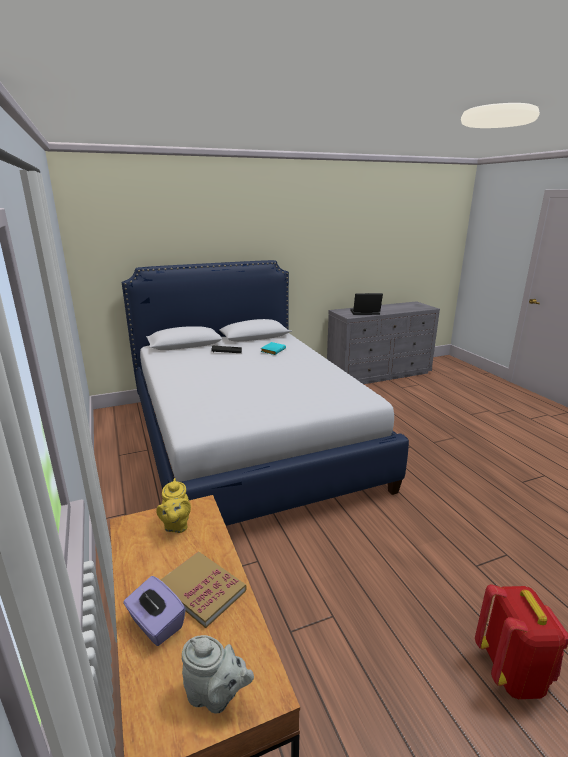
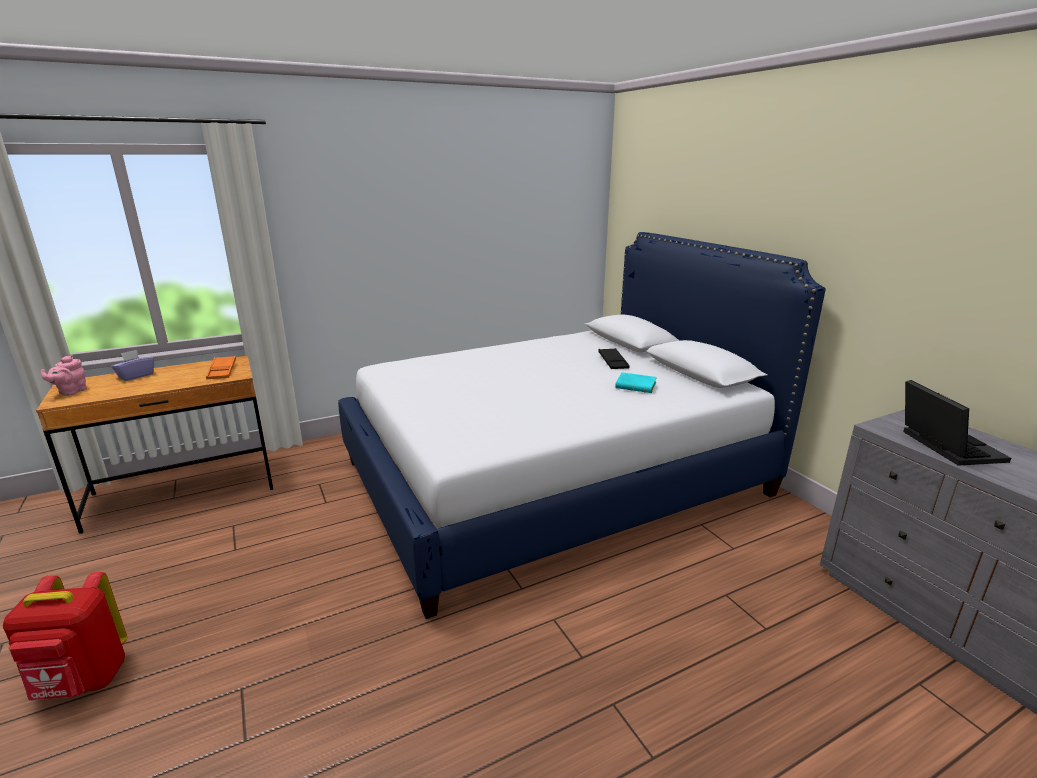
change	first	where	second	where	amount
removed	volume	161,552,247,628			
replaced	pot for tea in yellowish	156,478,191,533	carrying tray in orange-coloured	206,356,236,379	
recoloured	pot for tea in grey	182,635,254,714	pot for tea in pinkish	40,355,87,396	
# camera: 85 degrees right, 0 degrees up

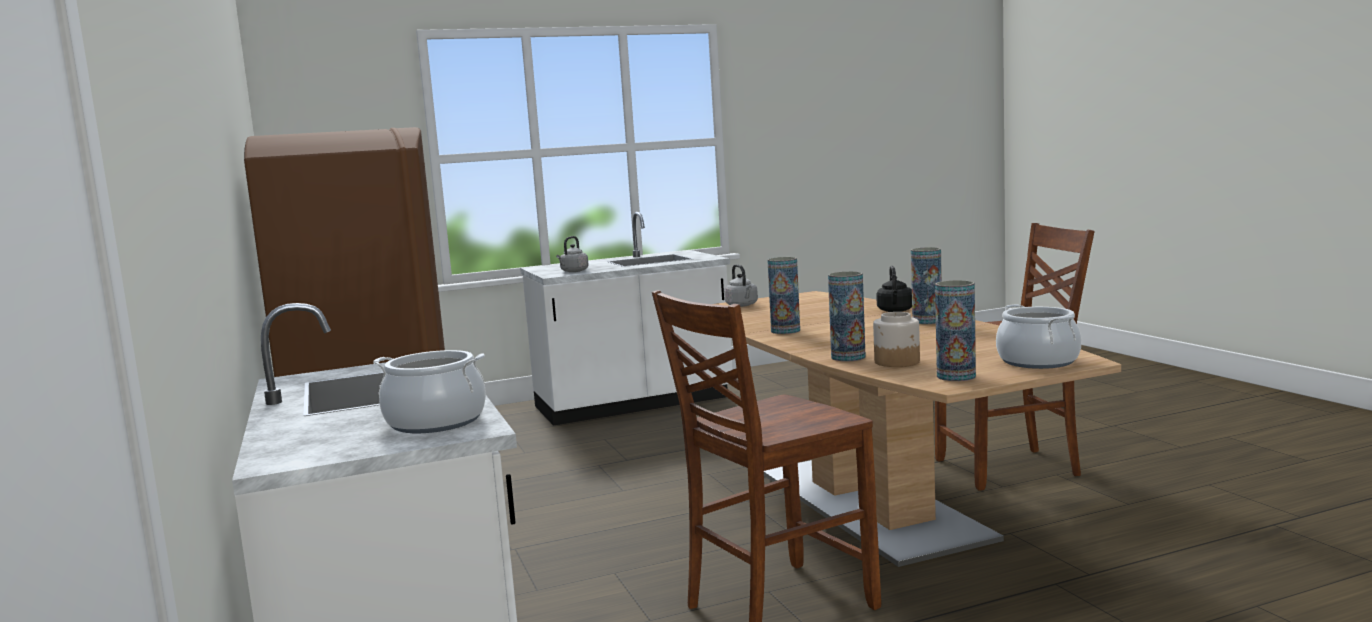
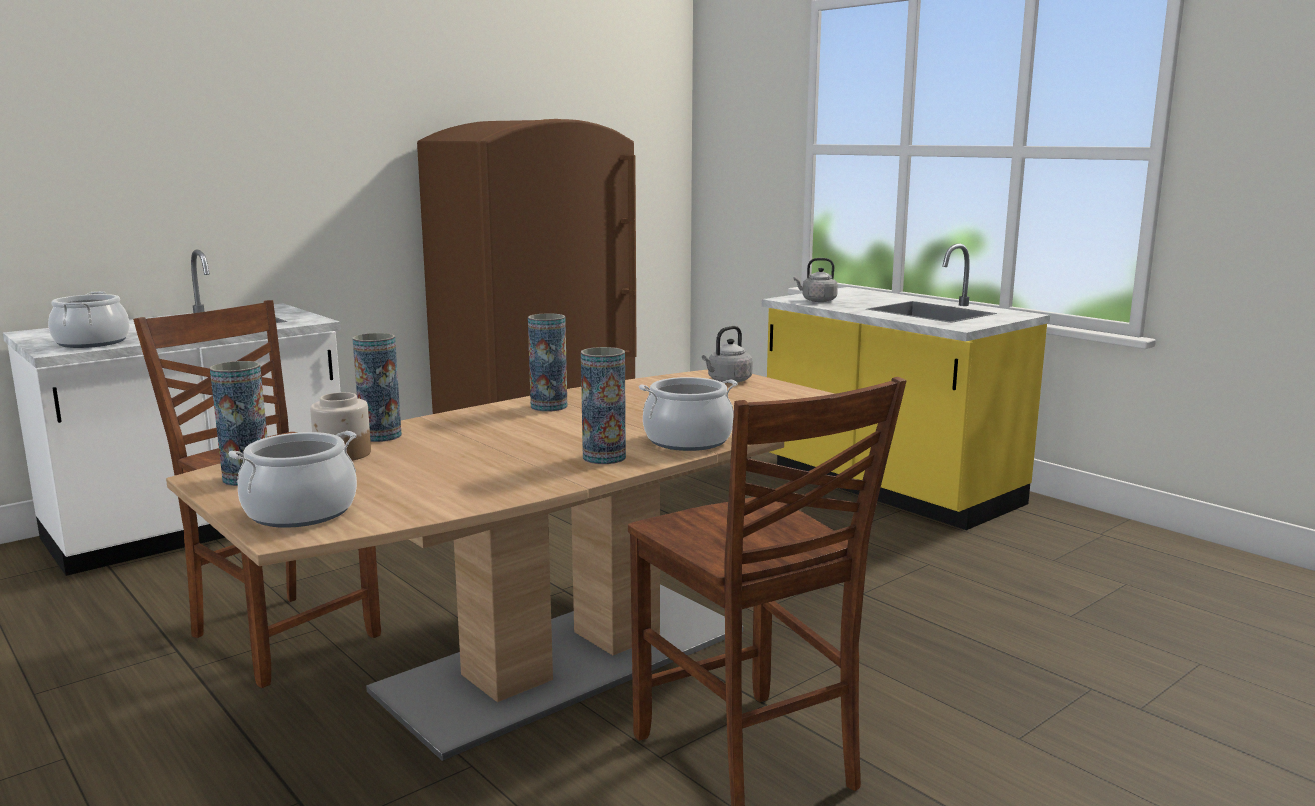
change	first	where	second	where	amount
replaced	water kettle in black-coloured	876,266,912,312	cooking pot	639,377,738,451	
recoloured	kitchen base unit in whitish	520,212,733,426	kitchen base unit in yellowish	762,243,1050,530	
# camera: 70 degrees right, 5 degrees up

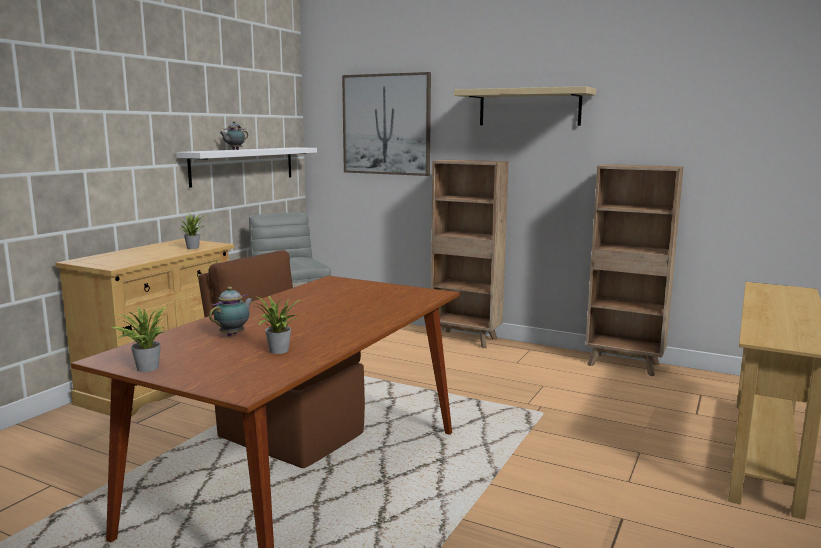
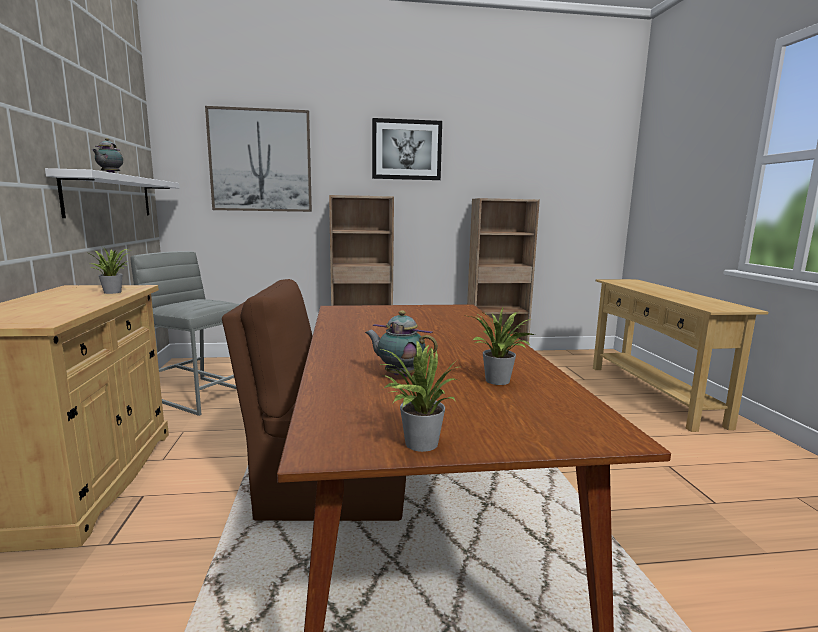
change	first	where	second	where	amount
replaced	shelf in sand-coloured	454,86,596,126	picture	372,118,442,180	
turned	pot for tea	209,287,253,336		365,310,438,377	60 degrees counterclockwise
# camera: 35 degrees left, 0 degrees up

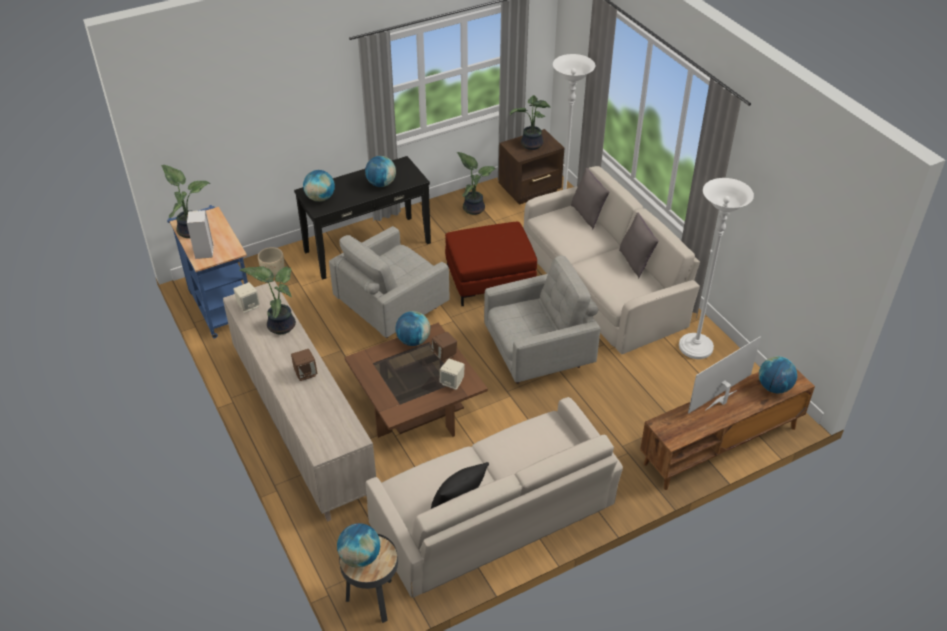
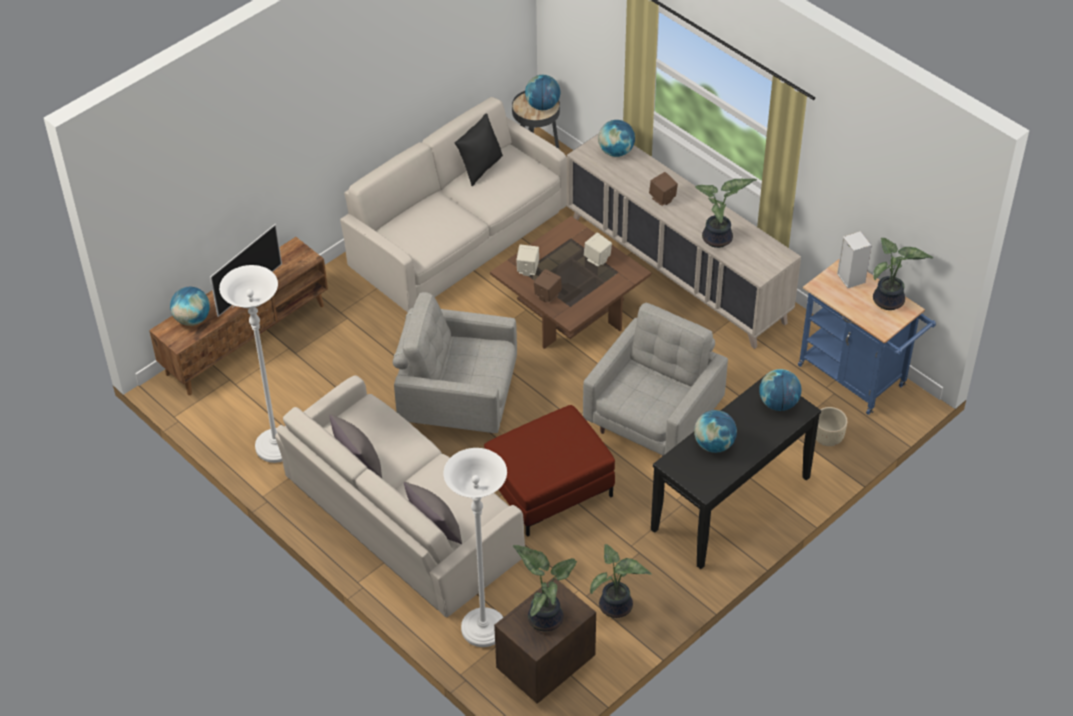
change	first	where	second	where	amount
moved	loudspeaker in sand-coloured	234,282,260,313		584,232,612,266	
moved	desk globe	395,311,430,346		598,120,635,157	
turned	lounge chair in grey	484,255,600,384		393,292,517,433	45 degrees clockwise
# camera: 165 degrees right, 5 degrees up

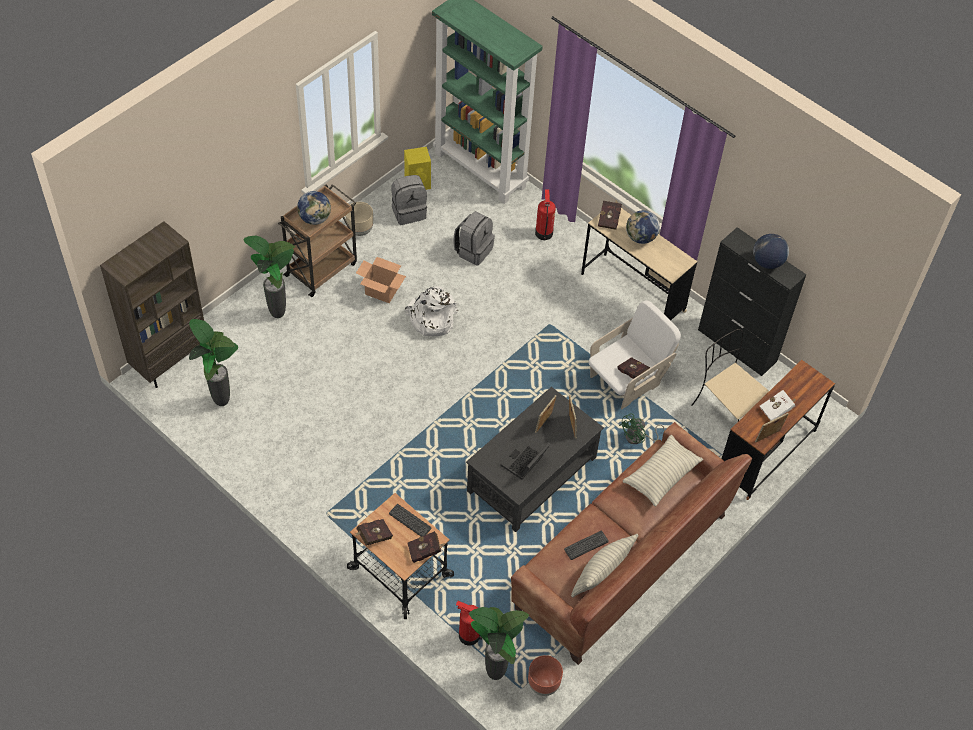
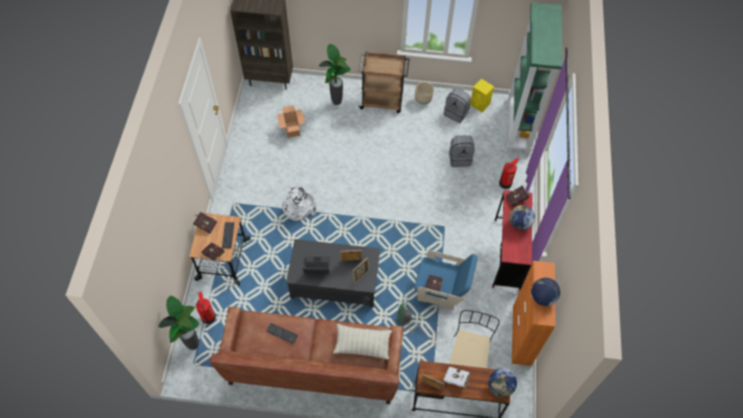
change	first	where	second	where	amount
removed	potted plant	189,319,238,406			
removed	flower pot in brown-coloured	528,655,563,696			
removed	pillow	571,534,638,597			
moved	desk globe	297,191,331,225		488,368,517,397	
moved	cardboard box	356,257,406,303		277,105,305,138	
moved	backpack in whitish	405,286,458,336		280,187,316,221	
recoloured	desk unit in sand-coloured	581,208,697,321	desk unit in red	492,190,533,291	
recoloured	lounge chair in whitish	589,300,681,409	lounge chair in blue	414,251,478,310	
recoloured	cupboard in black-coloured	698,227,806,376	cupboard in orange-coloured	512,261,555,366	
# camera: 55 degrees right, 5 degrees up

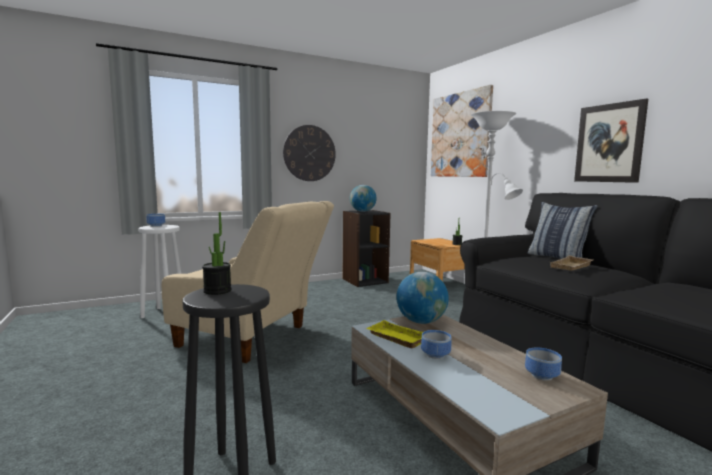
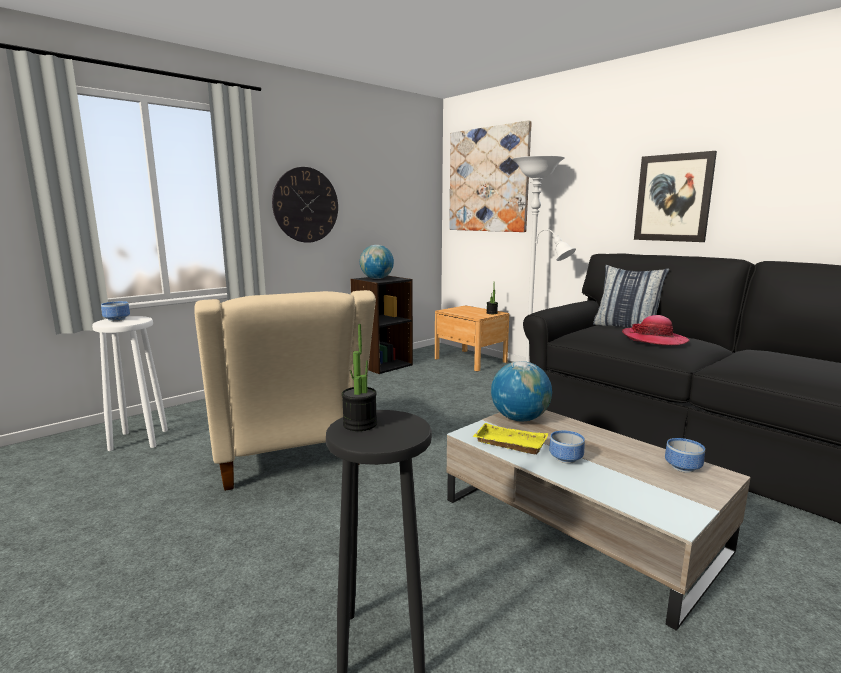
change	first	where	second	where	amount
replaced	carrying tray in sand-coloured	550,255,593,271	clothing hat	622,315,690,345	
turned	lounge chair in sand-coloured	162,201,334,363		194,290,376,491	60 degrees clockwise
# camera: 15 degrees left, 5 degrees up

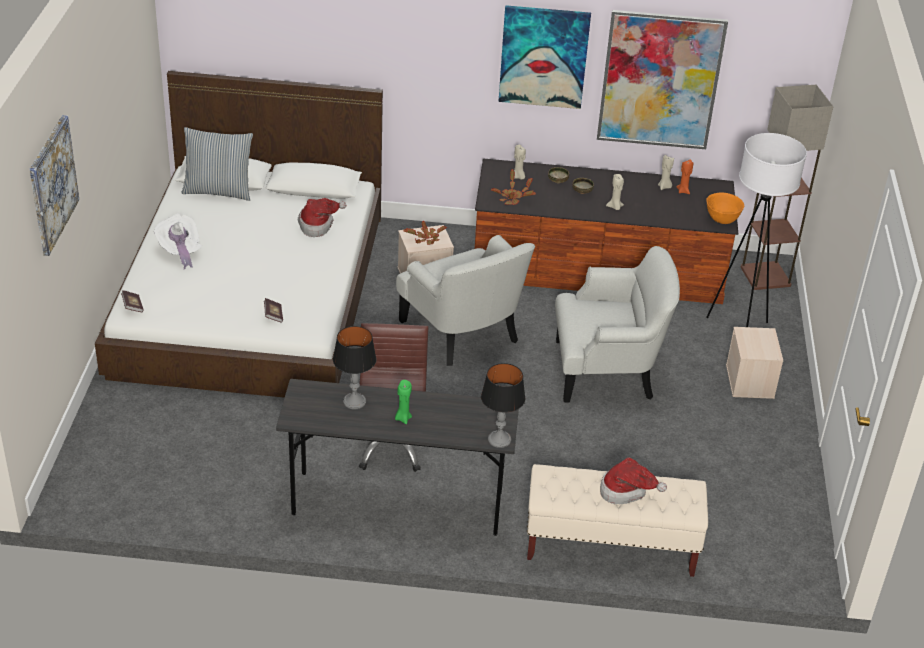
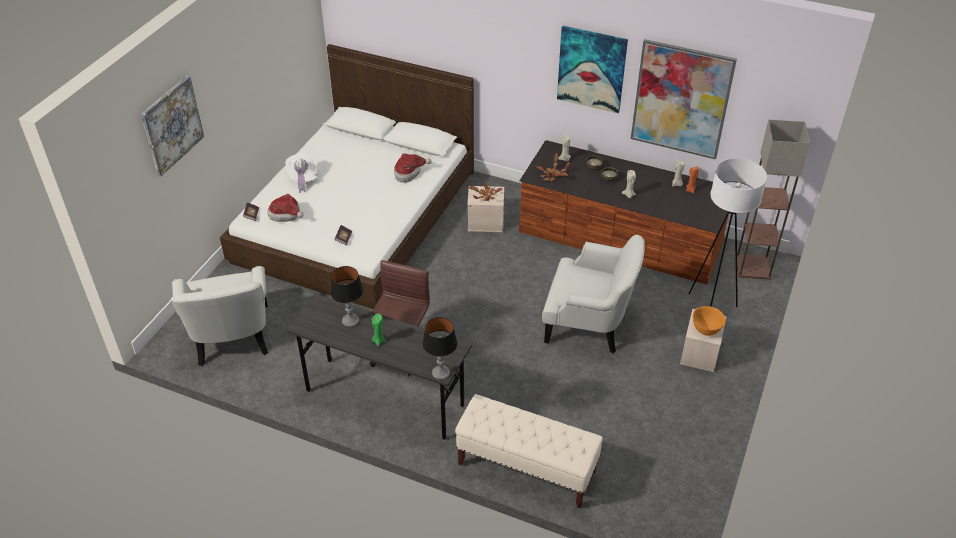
change	first	where	second	where	amount
removed	pillow	182,127,253,201			
moved	lounge chair in whitish	396,235,535,366		171,266,268,366	
moved	clothing hat	600,457,667,504		267,194,303,222	
moved	deep dish in orange-coloured	706,192,744,224		693,306,726,336	
# camera: 20 degrees right, 5 degrees up

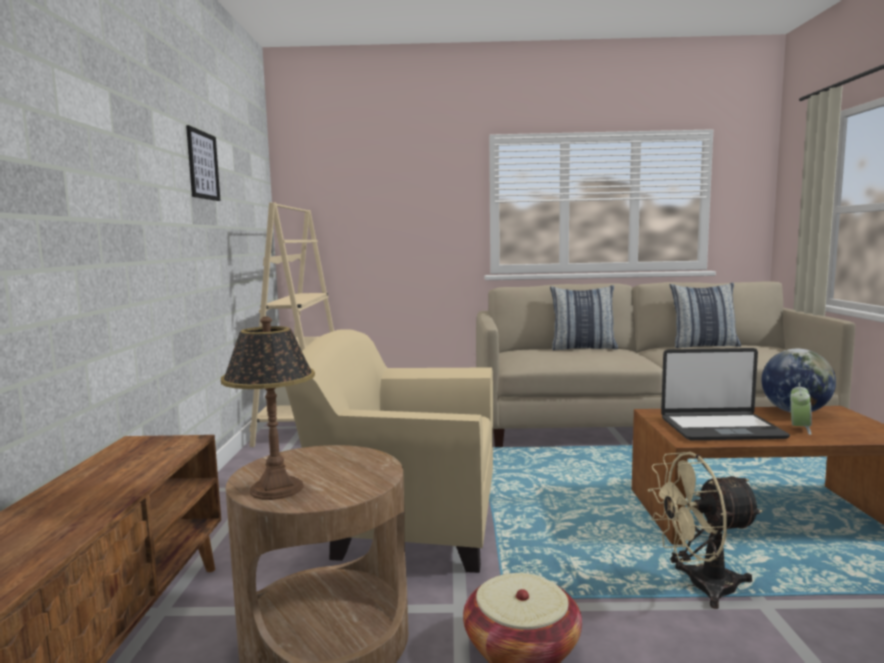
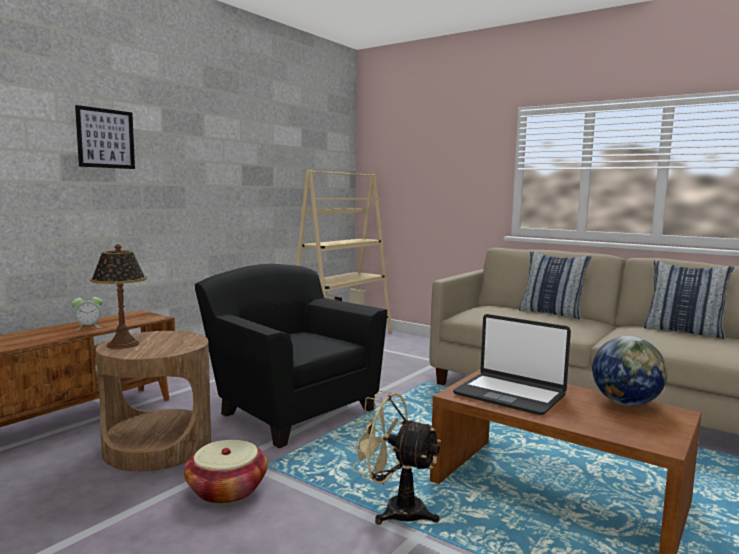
change	first	where	second	where	amount
moved	picture	186,125,220,201		75,105,135,169	
moved	bedside clock	790,383,812,435		71,293,103,330	
recoloured	lounge chair in sand-coloured	285,329,493,573	lounge chair in black-coloured	195,264,387,448	
# camera: 35 degrees right, 0 degrees up

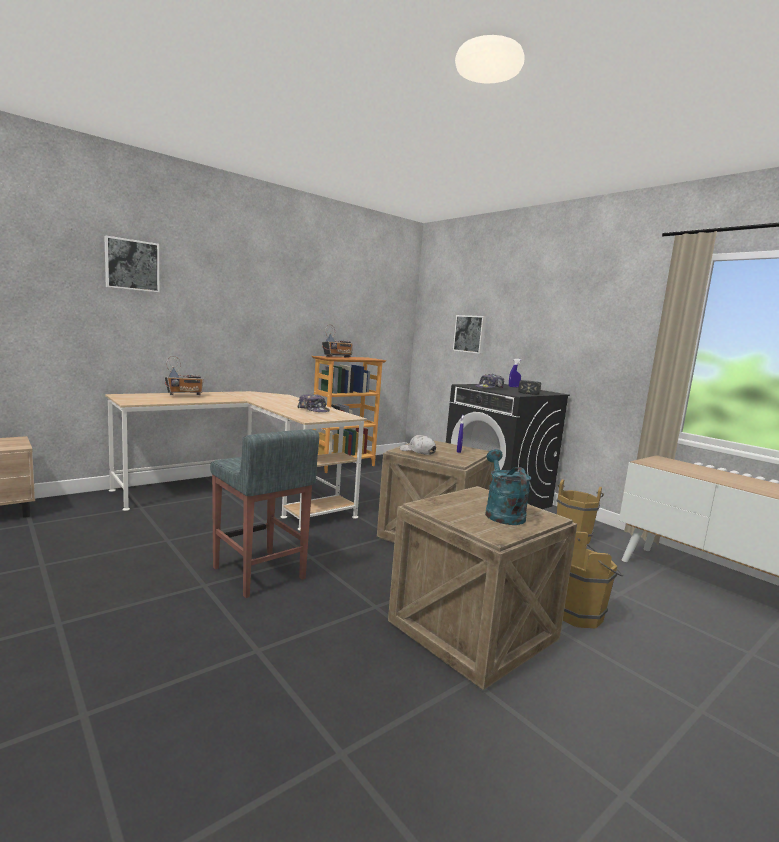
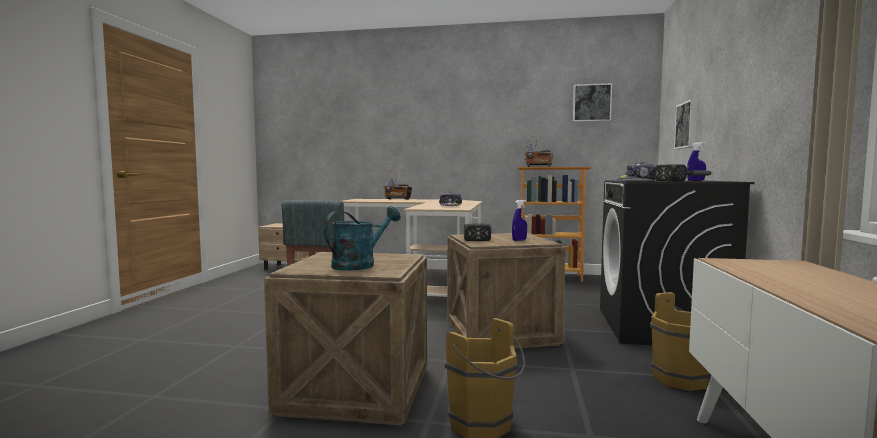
change	first	where	second	where	amount
moved	picture	104,236,159,292		573,83,612,122	
replaced	peaked cap in whitish	400,435,436,455	hammer	464,224,491,241	
# camera: 50 degrees right, 5 degrees down

